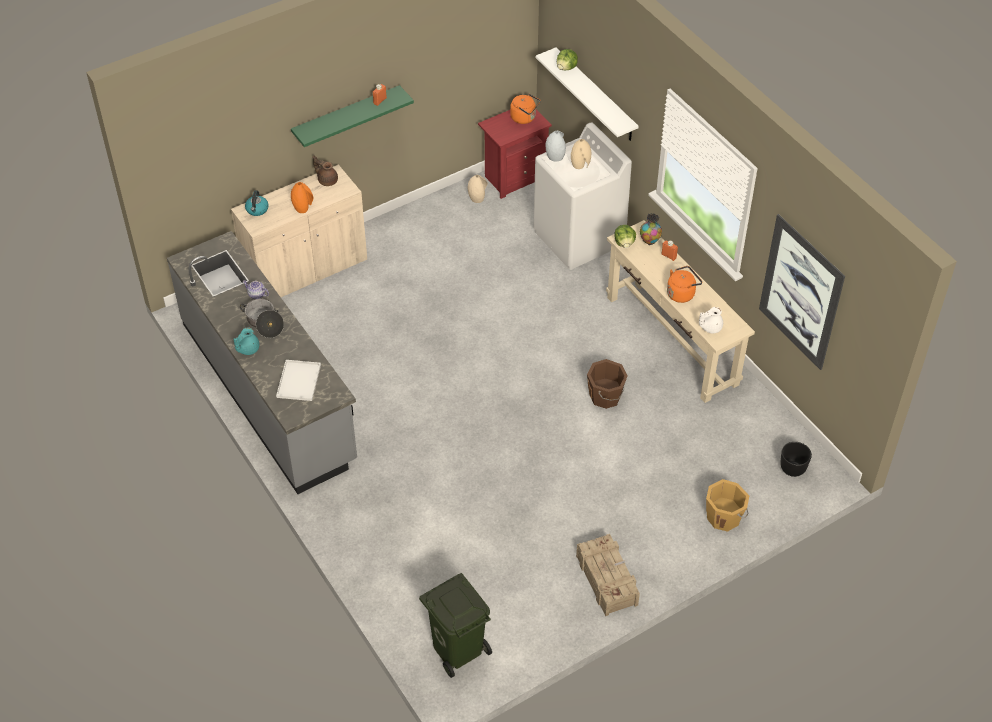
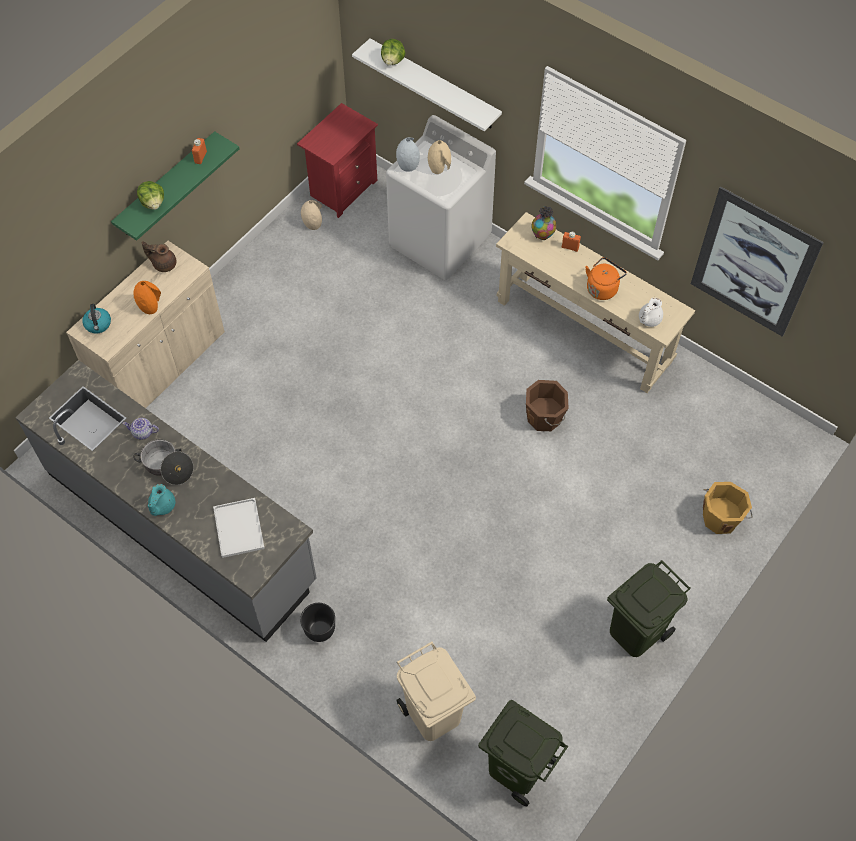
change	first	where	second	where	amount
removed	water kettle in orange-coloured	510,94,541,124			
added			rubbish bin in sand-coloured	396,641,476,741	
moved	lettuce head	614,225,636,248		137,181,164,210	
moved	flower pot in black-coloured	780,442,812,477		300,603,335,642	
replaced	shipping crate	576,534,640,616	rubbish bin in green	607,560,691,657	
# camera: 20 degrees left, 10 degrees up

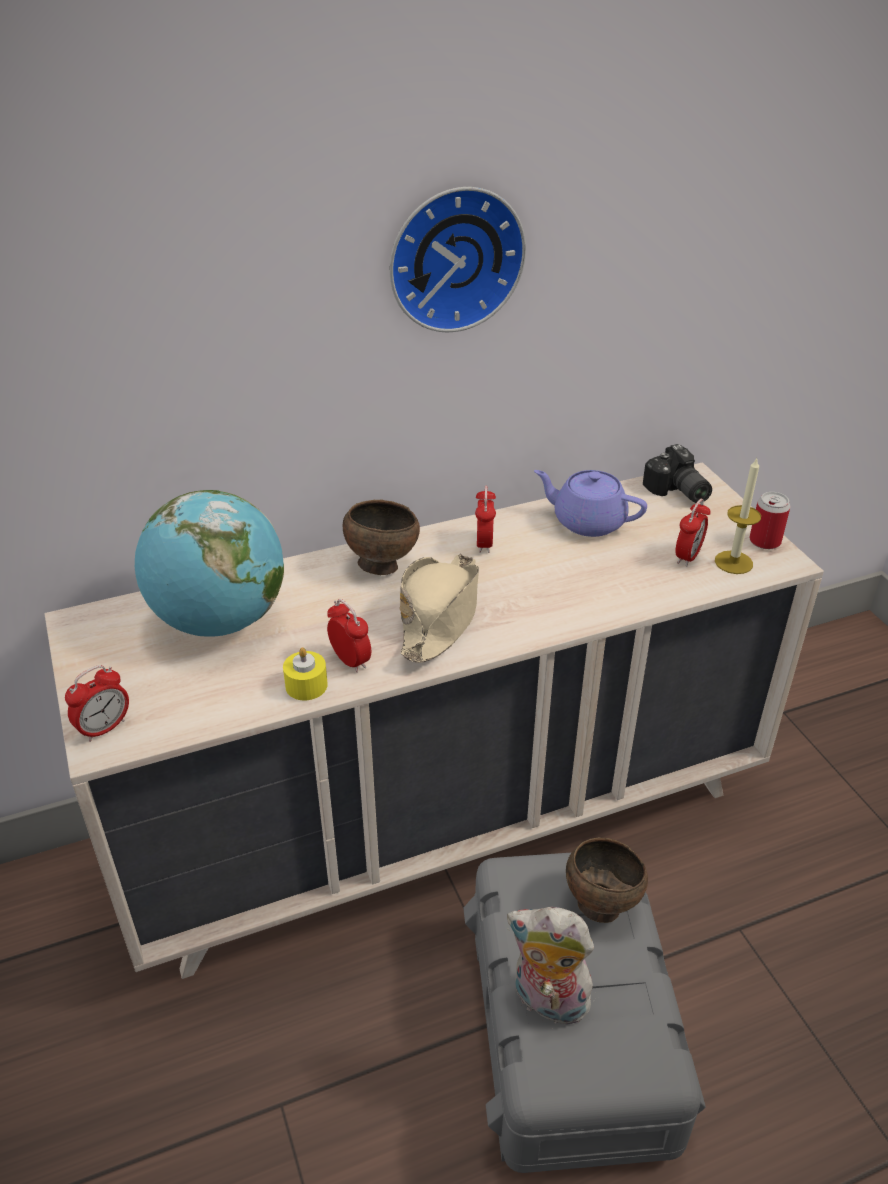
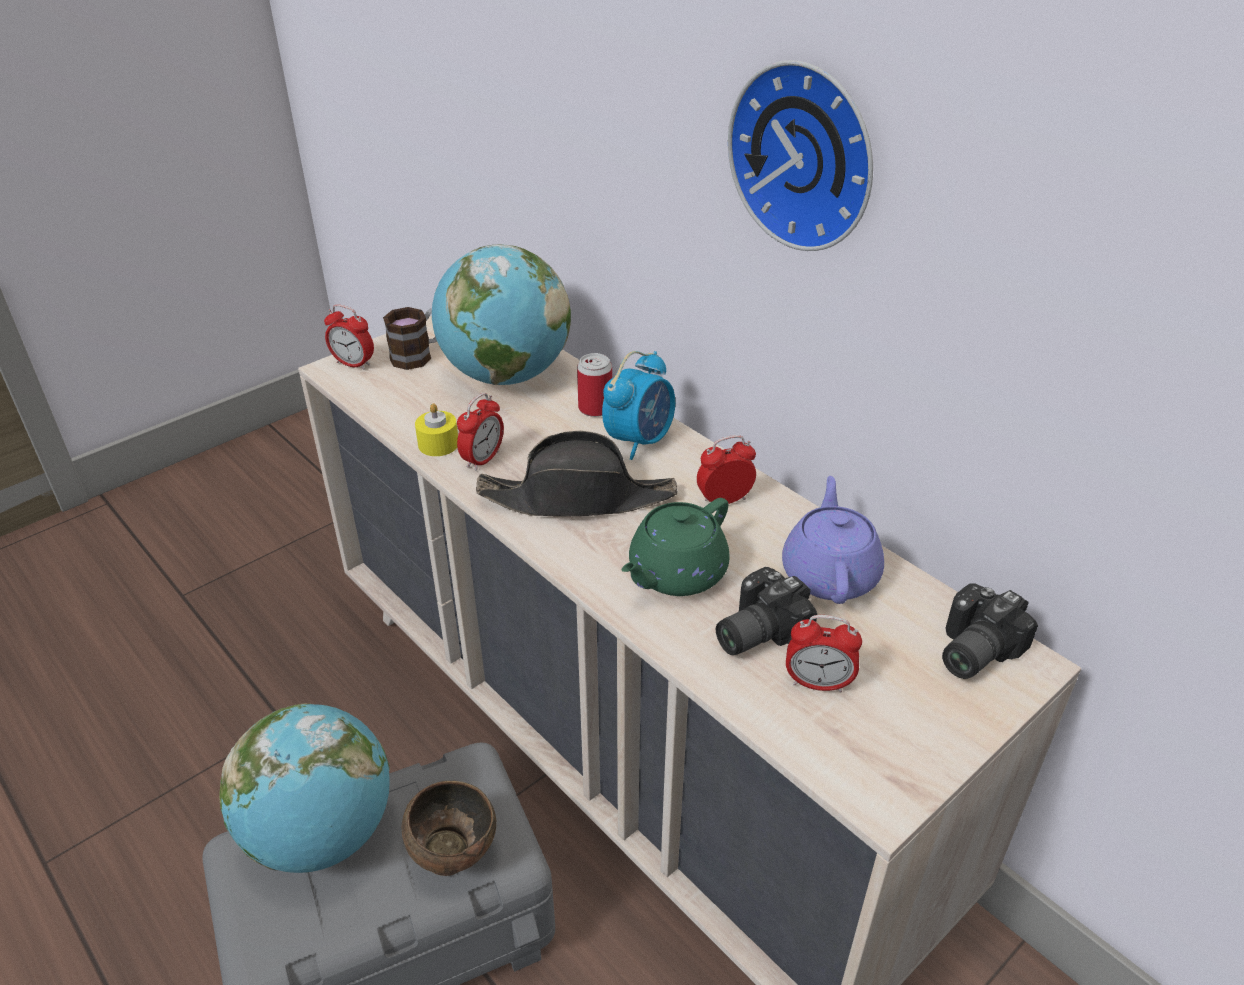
change	first	where	second	where	amount
removed	wax light	715,458,761,574			
added			tea mug	383,307,437,370	
added			pot for tea in green	622,498,730,596	
added			still camera	716,567,817,655	
moved	sealed can	750,492,790,549		577,353,612,417	
replaced	deep dish in brown-coloured	343,500,420,575	bedside clock	602,351,675,460	
replaced	soft toy	507,907,594,1029	desk globe	219,703,390,873	
recoloured	clothing hat in sand-coloured	400,554,479,663	clothing hat in black-coloured	476,431,678,517	
# camera: 70 degrees right, 0 degrees up

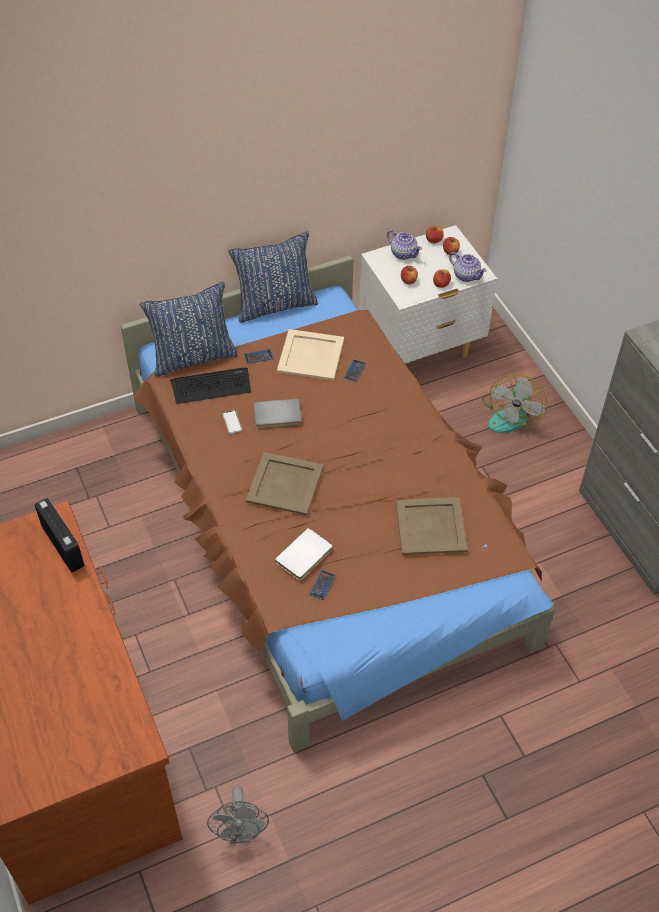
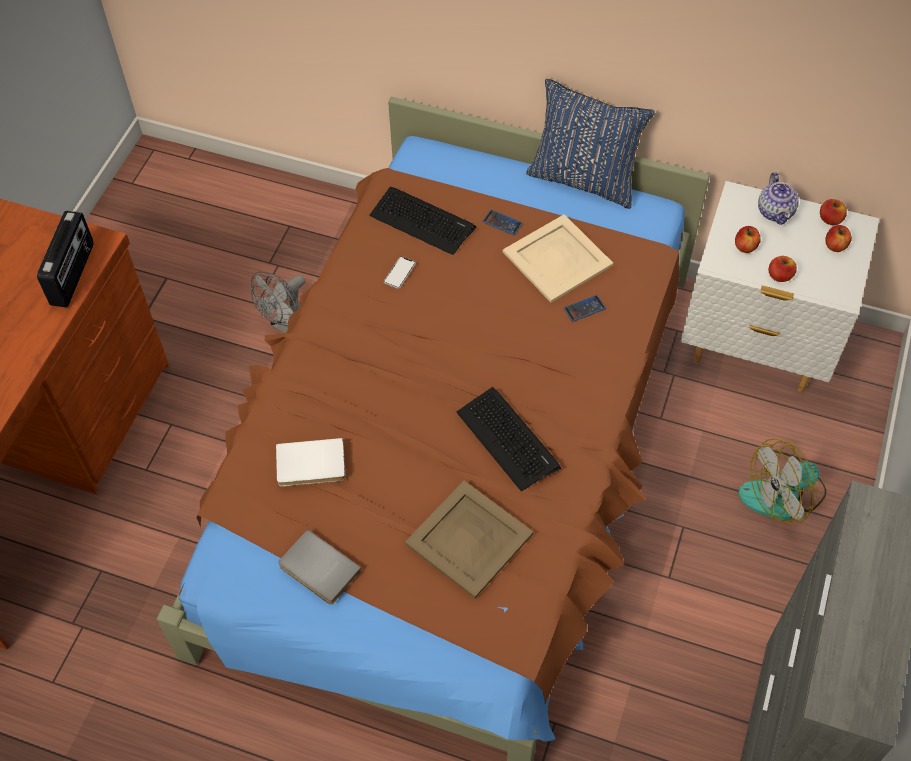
change	first	where	second	where	amount
removed	pillow in blue	140,282,238,377			
removed	carrying tray in sand-coloured	246,452,324,515			
removed	handset	309,570,336,600			
removed	pot for tea	449,252,487,282			
added			keyboard	457,387,561,492	
moved	cooling fan in grey	207,785,269,843		251,271,305,333	
moved	volume in grey	254,399,302,429		278,529,362,604	
# camera: 45 degrees right, 5 degrees up

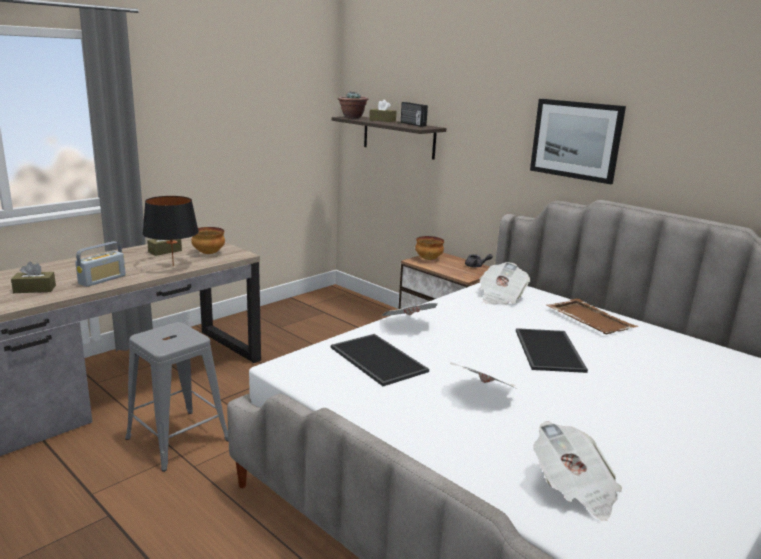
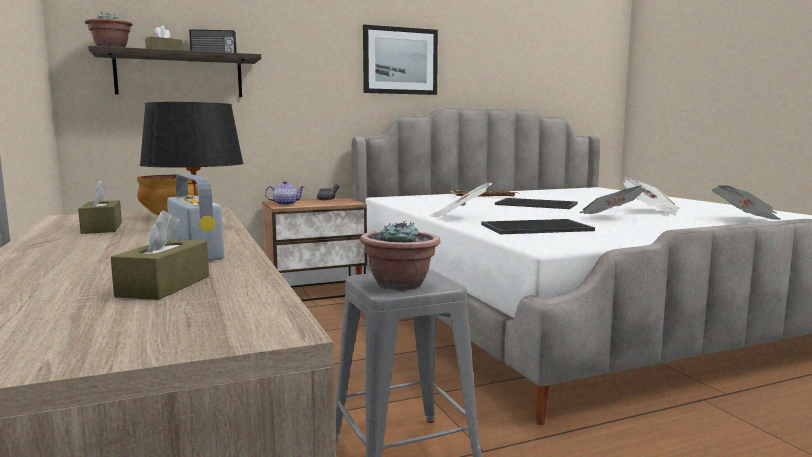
change	first	where	second	where	amount
added			potted plant	360,220,441,291	
moved	daily paper	479,262,530,304		623,178,680,215	
replaced	deep dish	415,236,444,260	pot for tea	265,181,305,205	
# camera: 65 degrees left, 10 degrees down

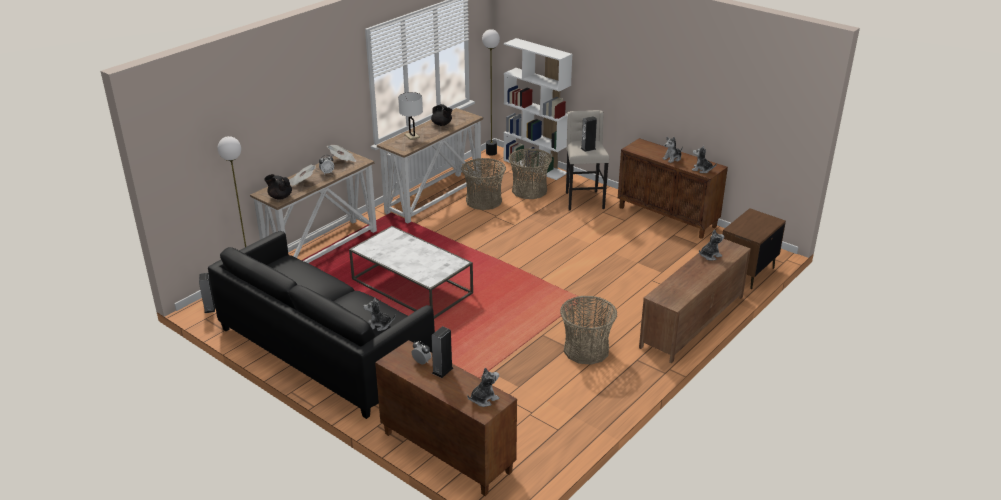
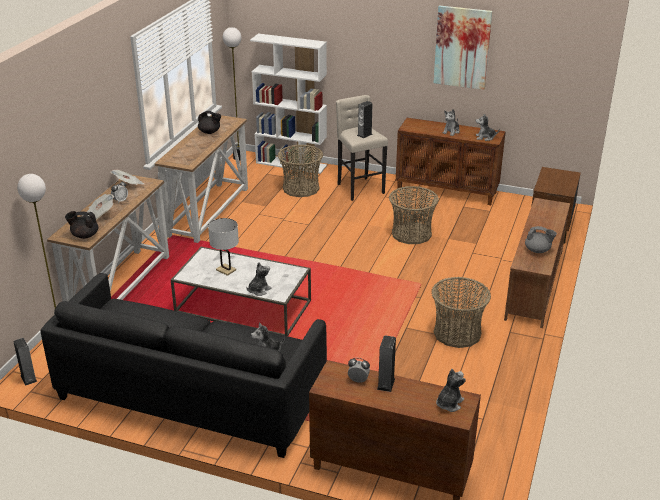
change	first	where	second	where	amount
added			picture	433,5,492,90	
added			pot for tea in grey	525,226,557,253	
moved	table lamp in whitish	398,92,423,140		208,218,239,276	
moved	household basket	461,158,506,210		389,186,439,244	
moved	soft toy	699,229,724,261		246,262,272,296	
# camera: 20 degrees left, 0 degrees up

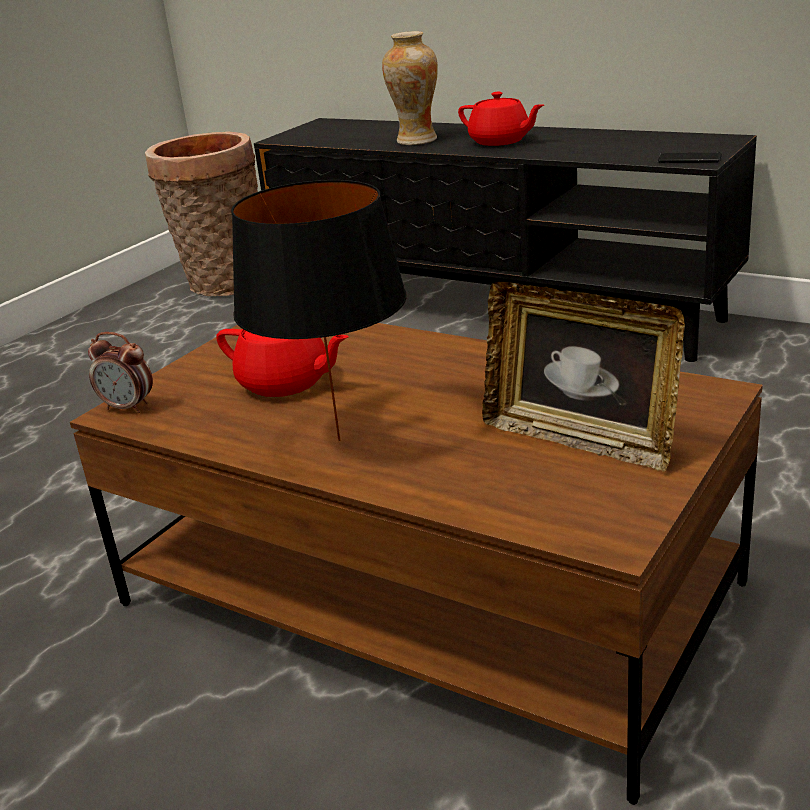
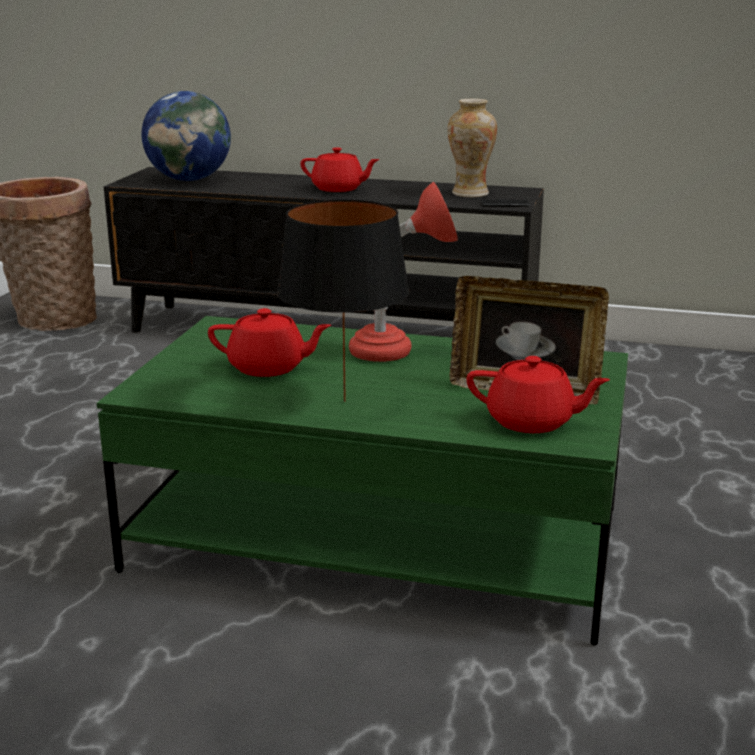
change	first	where	second	where	amount
removed	bedside clock	88,332,153,413			
added			desk globe	142,91,231,181	
added			table lamp in red	349,182,458,362	
added			pot for tea in red	466,356,610,433	
moved	flower vase	382,31,438,145		448,99,497,197	
recoloured	coffee table in brown-coloured	70,323,763,805	coffee table in green	97,316,628,646	
# camera: 20 degrees left, 5 degrees down

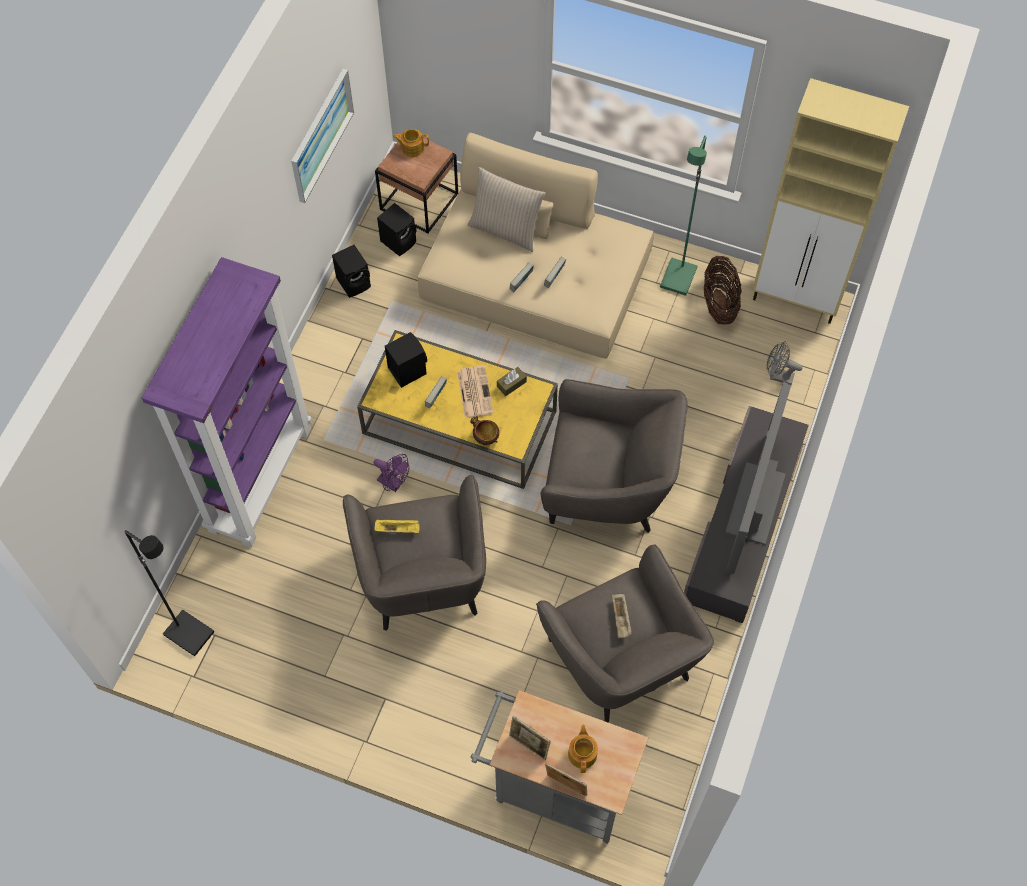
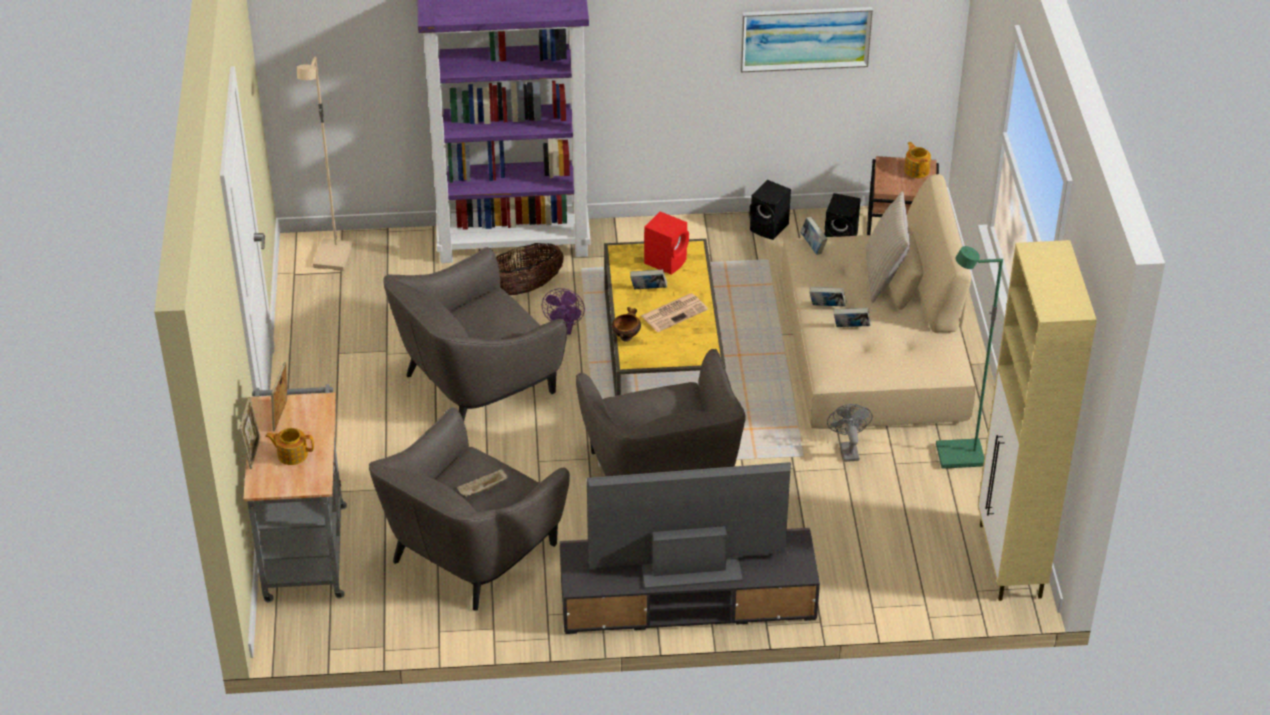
change	first	where	second	where	amount
removed	carrying tray in yellowish	374,519,420,533			
removed	box of tissues in brown-coloured	497,367,527,396			
added			volume	800,217,828,255	
moved	household basket	704,256,742,325		496,243,564,295	
moved	cooling fan in grey	767,341,803,385		827,404,873,462	
recoloured	floor lamp in black-coloured	125,530,214,656	floor lamp in sand-coloured	297,57,353,271	
recoloured	loudspeaker in black-coloured	385,332,427,388	loudspeaker in red	644,211,689,275	
turned	pot for tea	568,725,598,773		265,428,314,465	150 degrees counterclockwise
# camera: 65 degrees right, 20 degrees down

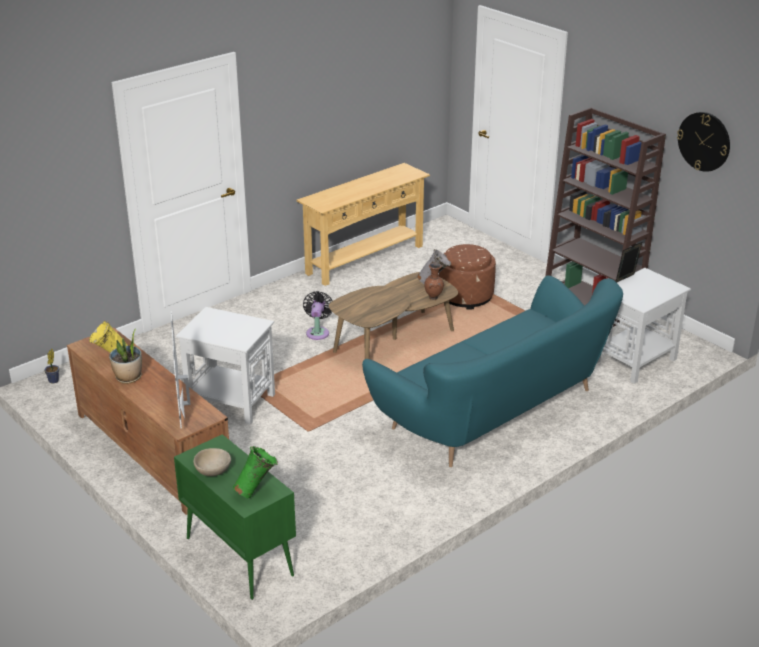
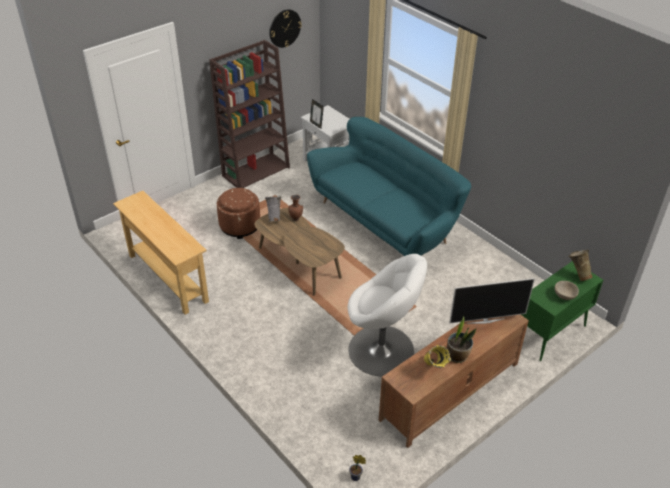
change	first	where	second	where	amount
removed	cooling fan in black-coloured	303,291,333,340			
replaced	accent table in whitish	176,307,275,425	lounge chair in whitish	348,254,427,376	
recoloured	flower vase in green	233,446,278,498	flower vase in sand-coloured	568,250,592,281	
# camera: 90 degrees left, 10 degrees up

